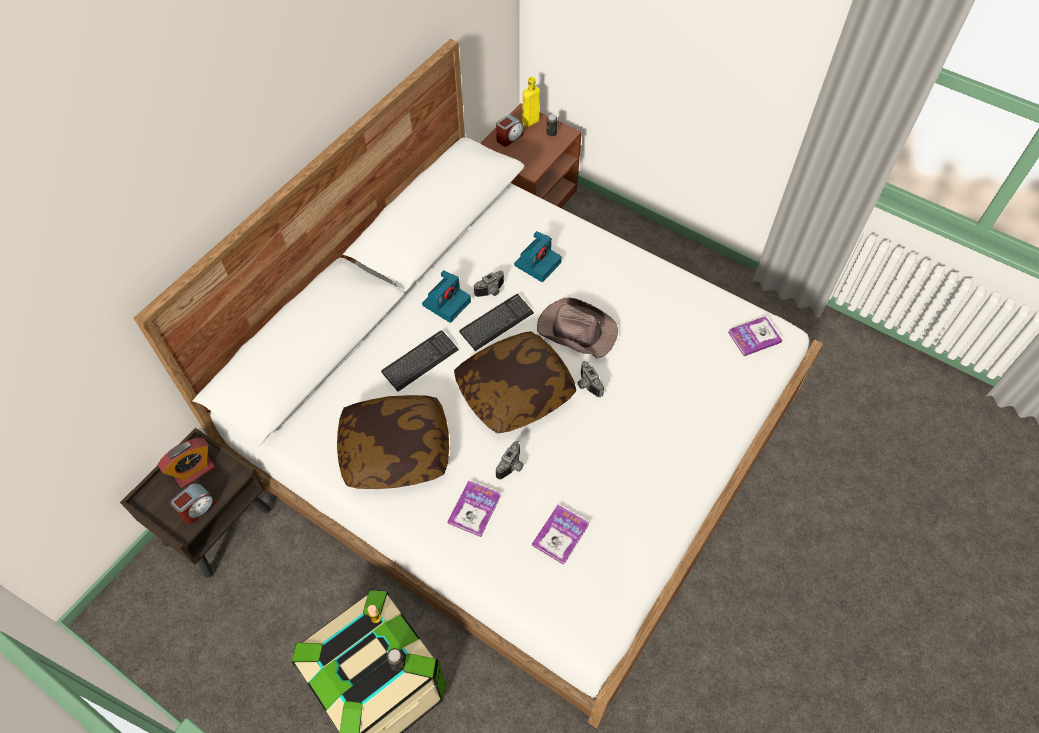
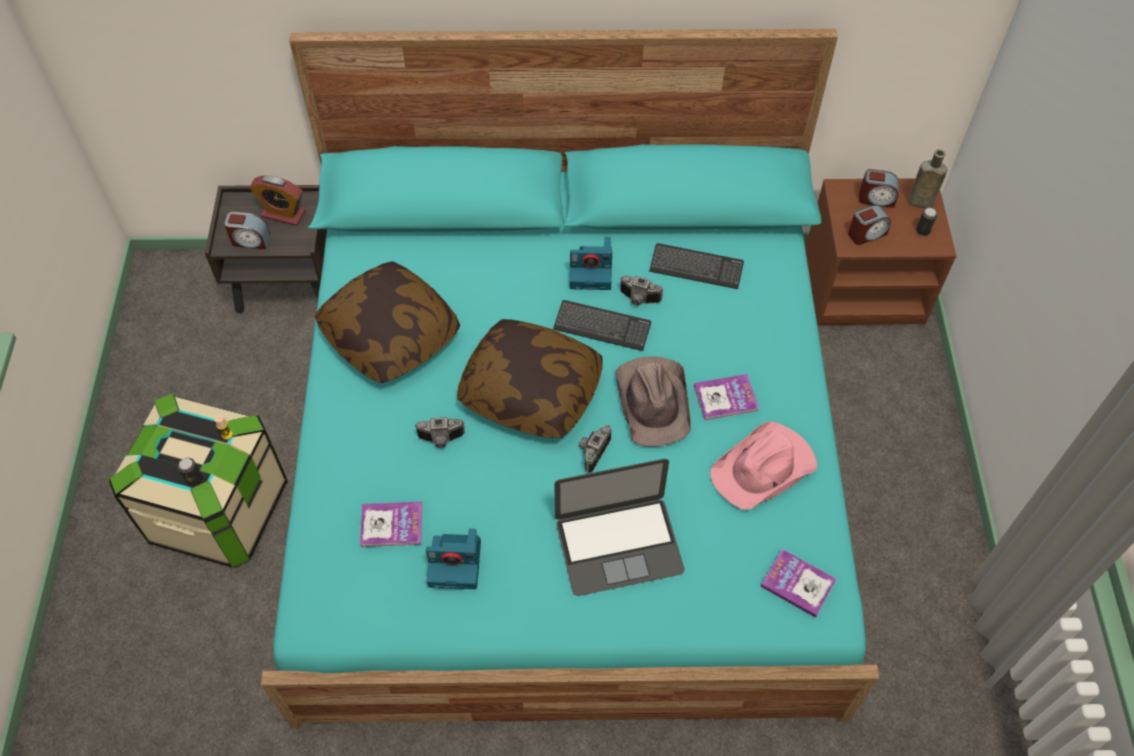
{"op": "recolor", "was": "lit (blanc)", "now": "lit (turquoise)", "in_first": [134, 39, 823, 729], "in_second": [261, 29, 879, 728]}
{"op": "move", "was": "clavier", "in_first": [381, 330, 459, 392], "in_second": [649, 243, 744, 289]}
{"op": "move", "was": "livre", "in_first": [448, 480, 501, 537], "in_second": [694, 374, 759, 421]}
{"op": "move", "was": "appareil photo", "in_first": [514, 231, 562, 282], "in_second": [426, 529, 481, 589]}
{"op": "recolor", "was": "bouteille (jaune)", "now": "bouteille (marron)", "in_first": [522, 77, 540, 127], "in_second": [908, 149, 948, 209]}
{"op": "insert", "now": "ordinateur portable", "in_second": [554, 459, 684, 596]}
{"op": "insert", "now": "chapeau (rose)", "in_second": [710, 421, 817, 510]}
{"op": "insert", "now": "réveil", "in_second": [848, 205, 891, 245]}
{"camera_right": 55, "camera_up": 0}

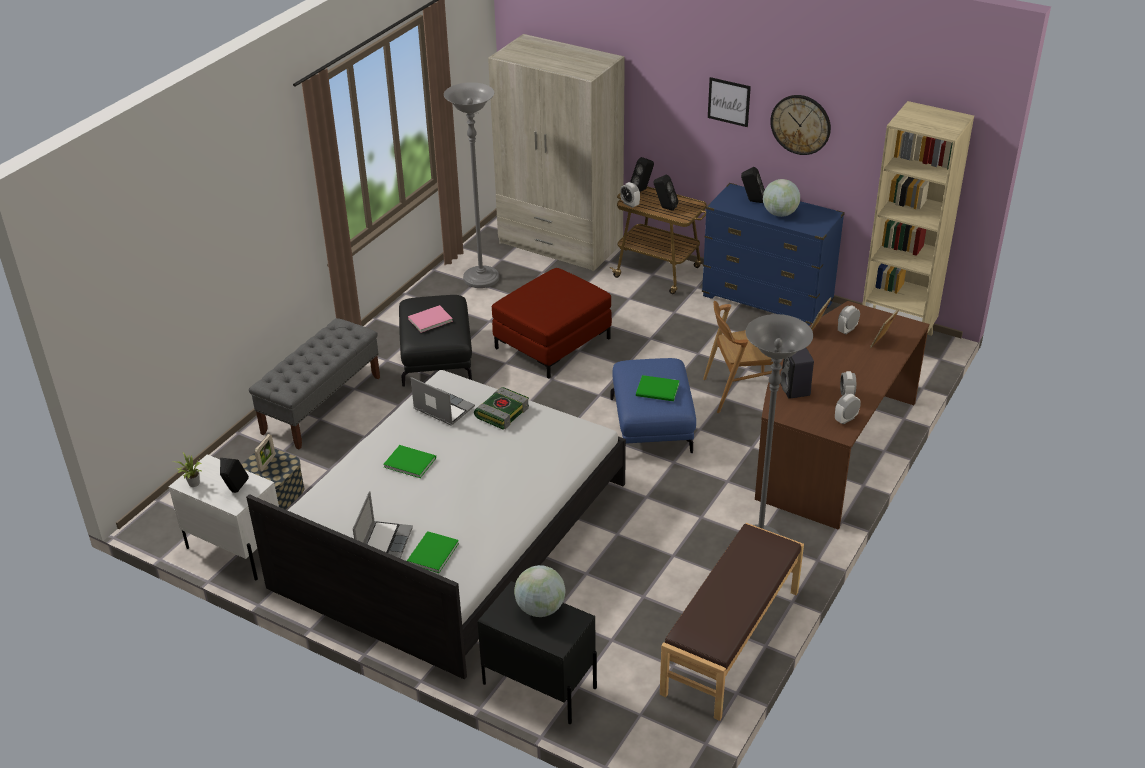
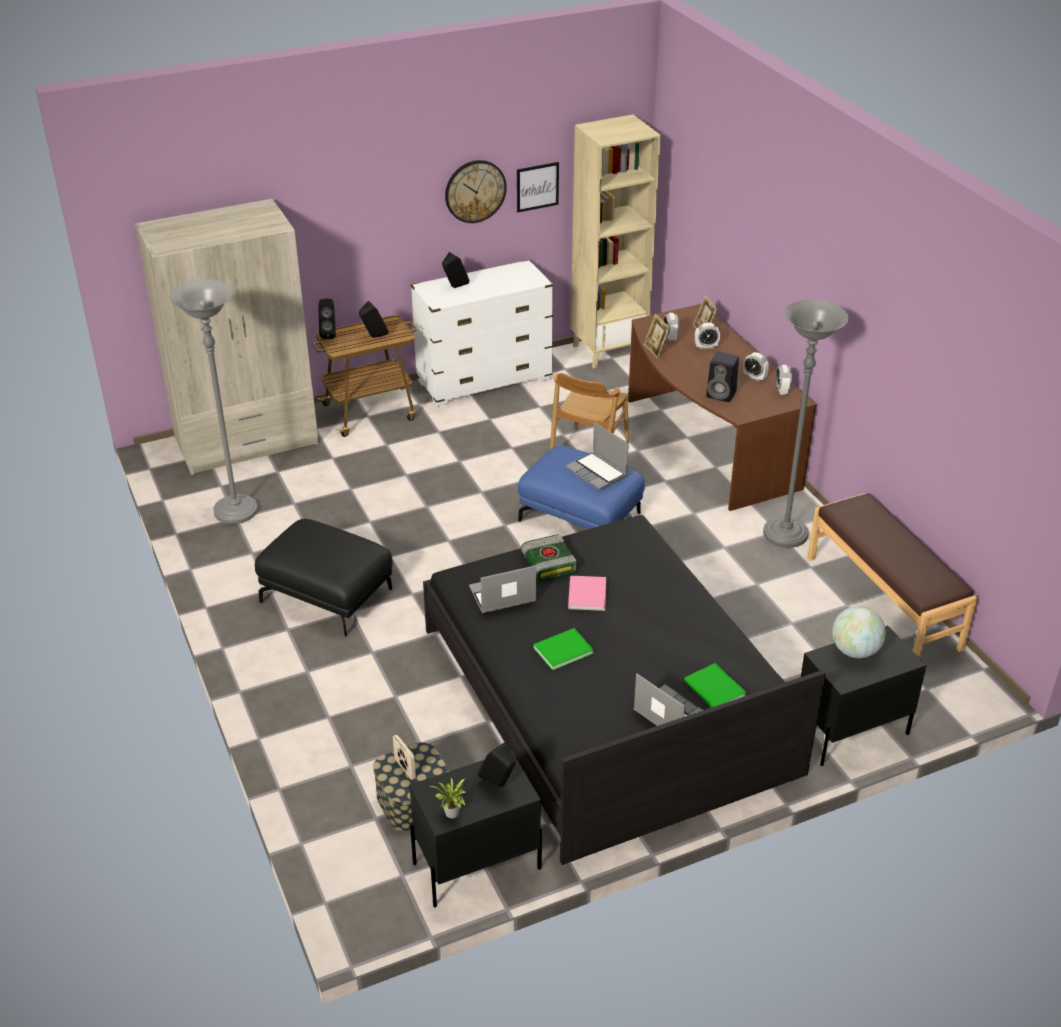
{"op": "recolor", "was": "table de chevet (blanc)", "now": "table de chevet (noir)", "in_first": [169, 454, 279, 581], "in_second": [409, 751, 542, 908]}
{"op": "recolor", "was": "lit (blanc)", "now": "lit (noir)", "in_first": [246, 370, 626, 680], "in_second": [423, 515, 826, 865]}
{"op": "delete", "was": "banc (gris)", "in_first": [249, 318, 380, 449]}
{"op": "move", "was": "livre (rose)", "in_first": [408, 305, 453, 333], "in_second": [568, 576, 606, 611]}
{"op": "delete", "was": "pouf (rouge)", "in_first": [492, 268, 612, 379]}
{"op": "move", "was": "réveil", "in_first": [620, 182, 640, 208], "in_second": [695, 323, 720, 349]}
{"op": "replace", "was": "livre (vert)", "now": "ordinateur portable", "in_first": [636, 375, 680, 401], "in_second": [566, 422, 629, 490]}
{"op": "recolor", "was": "commode (bleu)", "now": "commode (blanc)", "in_first": [702, 183, 845, 325], "in_second": [411, 259, 554, 407]}
{"op": "move", "was": "tableau", "in_first": [708, 77, 751, 127], "in_second": [517, 162, 559, 212]}
{"op": "delete", "was": "globe", "in_first": [763, 179, 800, 217]}
{"camera_right": -55, "camera_up": 0}

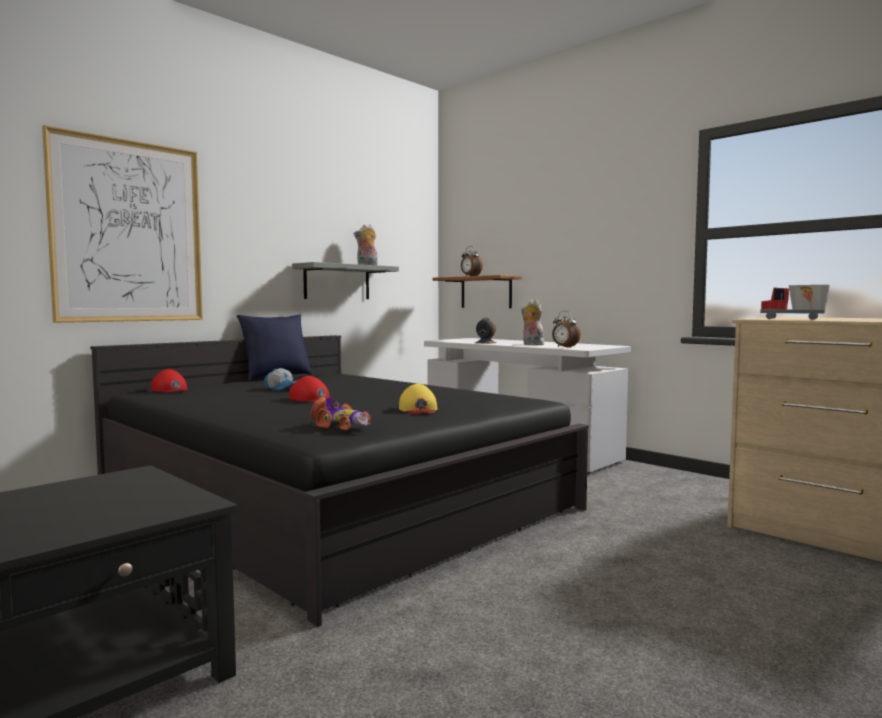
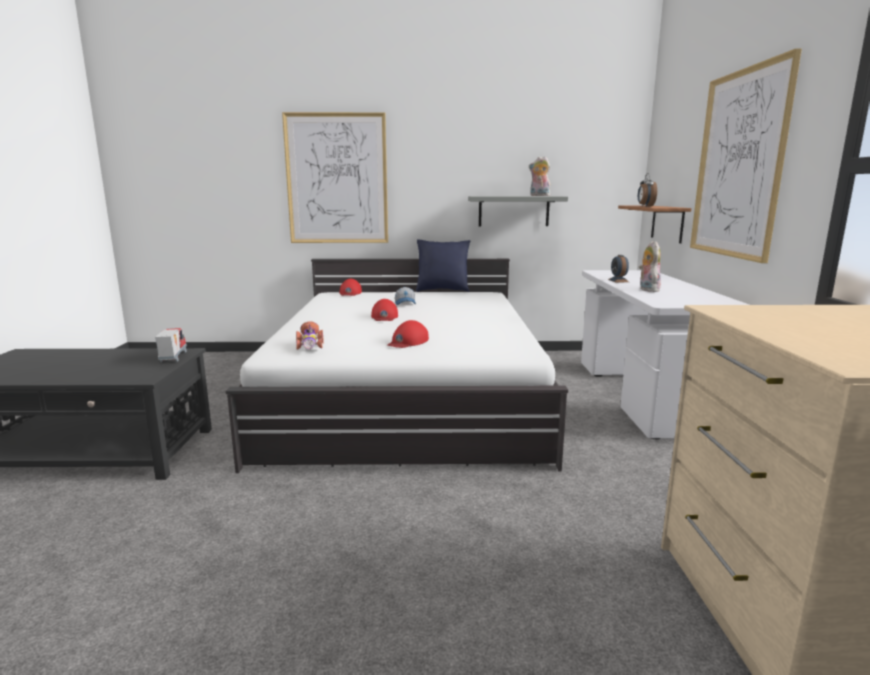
{"op": "recolor", "was": "lit (noir)", "now": "lit (blanc)", "in_first": [90, 335, 589, 627], "in_second": [226, 259, 568, 473]}
{"op": "recolor", "was": "casquette (jaune)", "now": "casquette (rouge)", "in_first": [399, 384, 437, 414], "in_second": [388, 320, 429, 348]}
{"op": "delete", "was": "réveil", "in_first": [552, 311, 581, 348]}
{"op": "move", "was": "camion jouet", "in_first": [760, 285, 830, 320], "in_second": [155, 328, 187, 363]}
{"op": "insert", "now": "tableau", "in_second": [690, 48, 802, 263]}
{"camera_right": 45, "camera_up": 10}

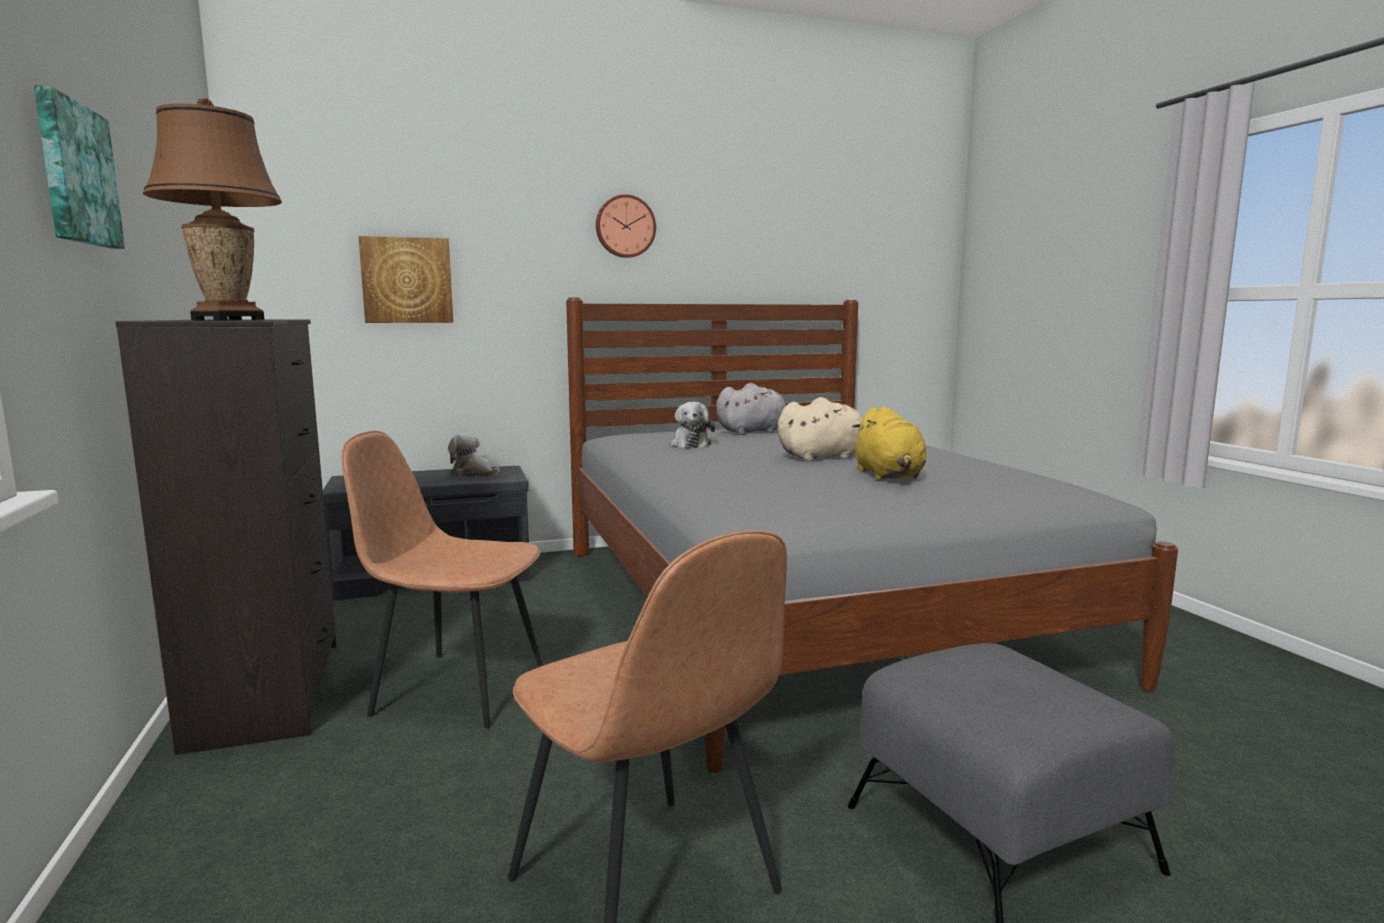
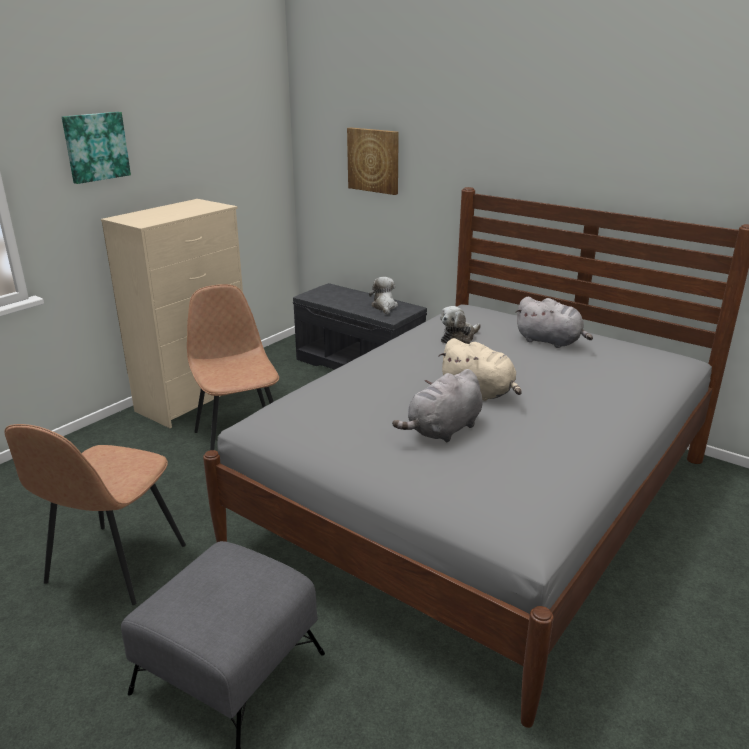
{"op": "recolor", "was": "commode (noir)", "now": "commode (beige)", "in_first": [115, 319, 337, 755], "in_second": [101, 199, 243, 428]}
{"op": "delete", "was": "lampe de table (marron)", "in_first": [143, 98, 282, 320]}
{"op": "delete", "was": "horloge murale", "in_first": [596, 194, 656, 258]}
{"op": "recolor", "was": "peluche (jaune)", "now": "peluche (gris)", "in_first": [852, 407, 926, 480], "in_second": [392, 369, 482, 443]}
{"camera_right": 55, "camera_up": 15}

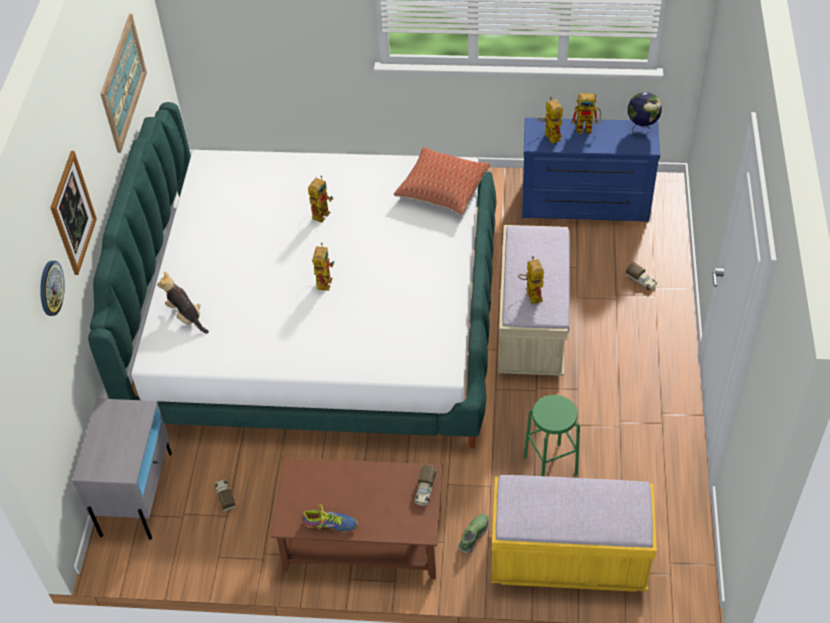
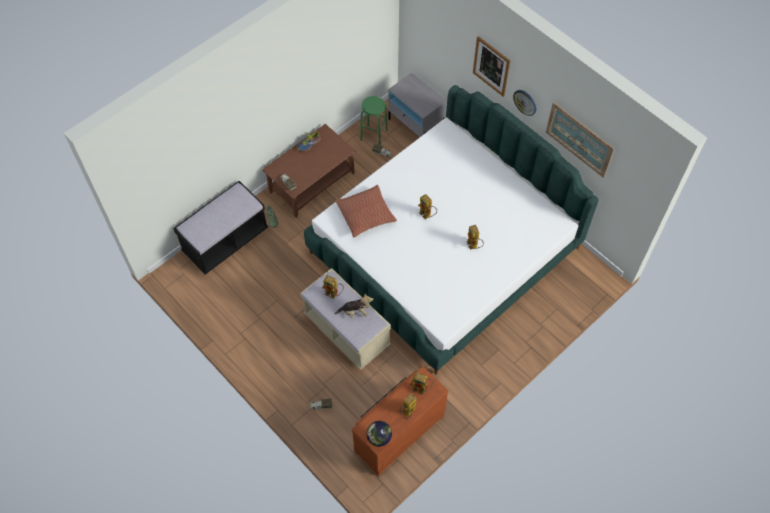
{"op": "move", "was": "horloge murale", "in_first": [40, 261, 65, 316], "in_second": [513, 90, 536, 116]}
{"op": "move", "was": "peluche", "in_first": [157, 272, 209, 334], "in_second": [335, 293, 373, 318]}
{"op": "move", "was": "coussin", "in_first": [394, 147, 491, 214], "in_second": [335, 185, 397, 238]}
{"op": "recolor", "was": "banc (jaune)", "now": "banc (noir)", "in_first": [491, 475, 657, 592], "in_second": [173, 181, 268, 274]}
{"op": "recolor", "was": "commode (bleu)", "now": "commode (marron)", "in_first": [522, 118, 660, 222], "in_second": [352, 366, 449, 476]}
{"op": "move", "was": "tabouret (vert)", "in_first": [523, 395, 580, 476], "in_second": [360, 96, 388, 145]}
{"camera_right": 130, "camera_up": 10}

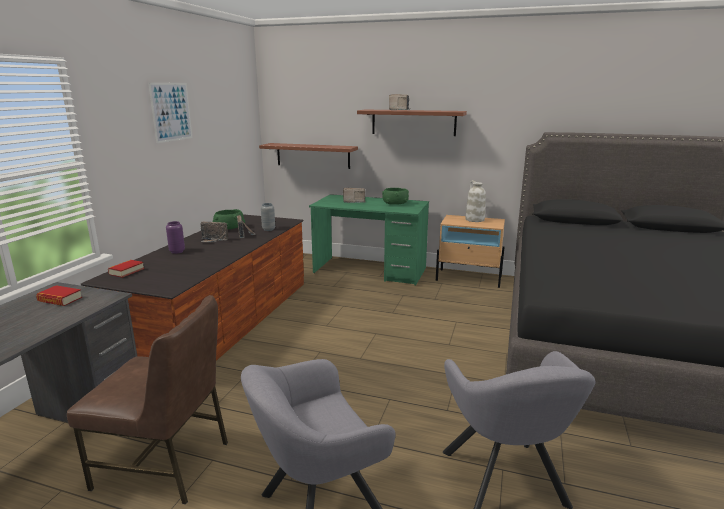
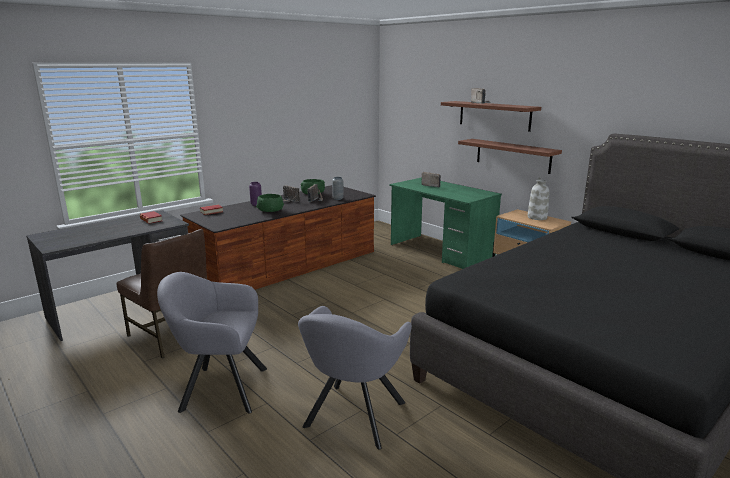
{"op": "delete", "was": "tableau", "in_first": [148, 83, 193, 143]}
{"op": "move", "was": "étagère", "in_first": [259, 143, 358, 169], "in_second": [458, 139, 562, 174]}
{"op": "move", "was": "bol (vert)", "in_first": [382, 188, 409, 205], "in_second": [256, 194, 284, 212]}
{"camera_right": 30, "camera_up": 0}

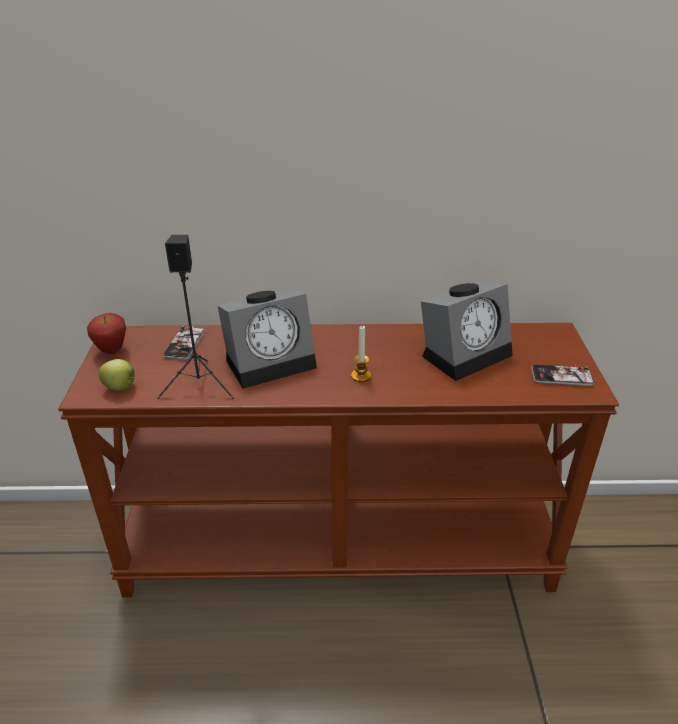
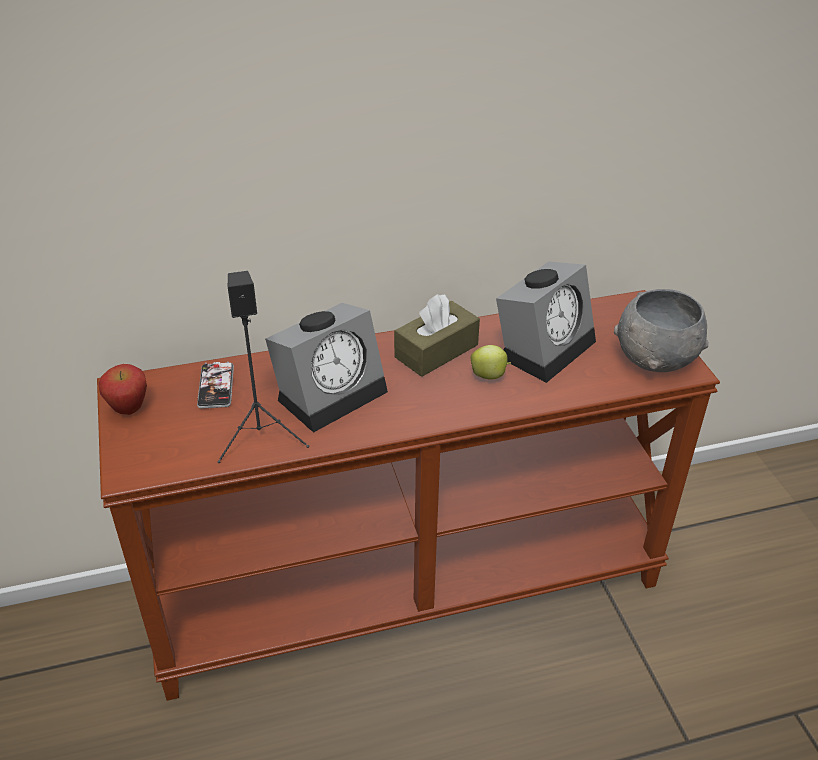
{"op": "move", "was": "pomme", "in_first": [98, 359, 135, 391], "in_second": [470, 345, 511, 380]}
{"op": "delete", "was": "bougie", "in_first": [351, 326, 371, 382]}
{"op": "replace", "was": "téléphone", "now": "bol (gris)", "in_first": [531, 365, 594, 386], "in_second": [614, 289, 709, 372]}
{"op": "insert", "now": "boîte à mouchoirs (marron)", "in_second": [394, 294, 480, 377]}
{"camera_right": -15, "camera_up": 5}

